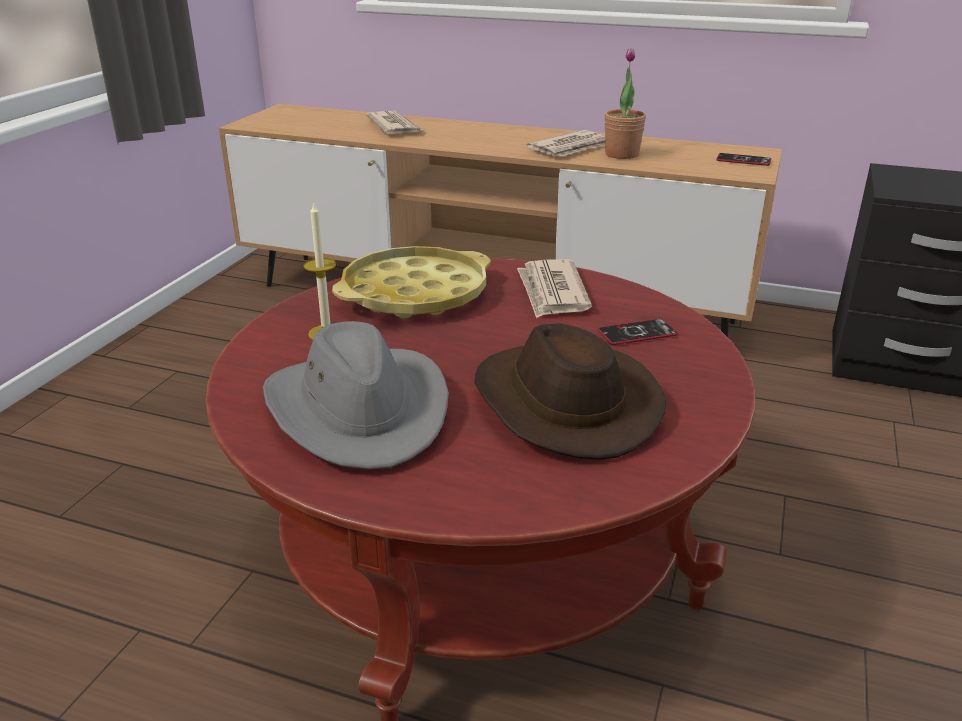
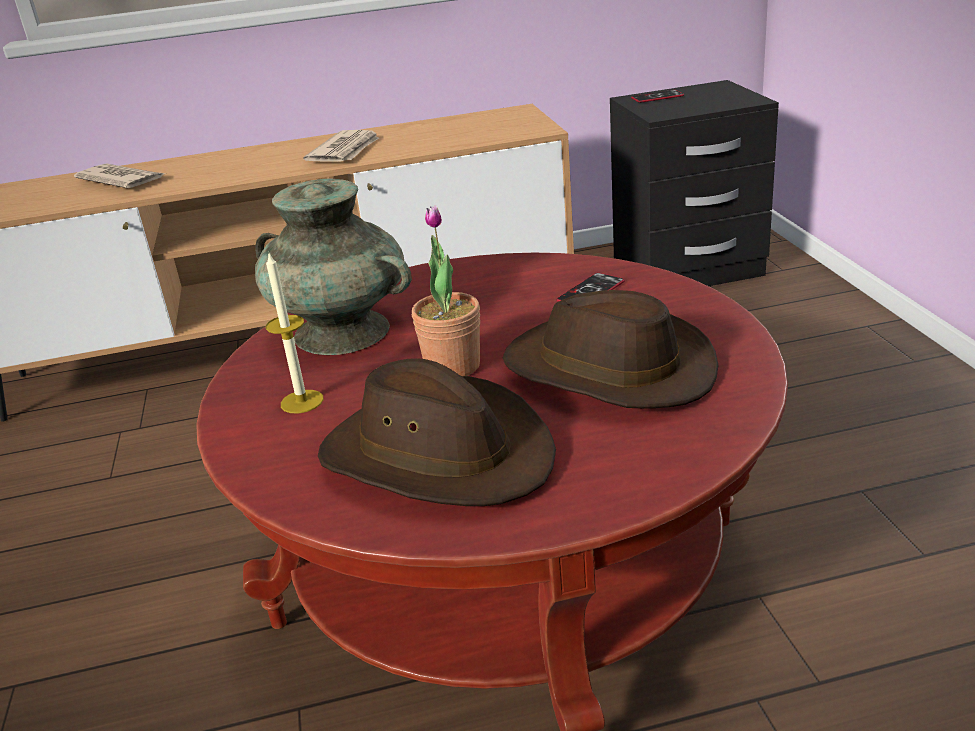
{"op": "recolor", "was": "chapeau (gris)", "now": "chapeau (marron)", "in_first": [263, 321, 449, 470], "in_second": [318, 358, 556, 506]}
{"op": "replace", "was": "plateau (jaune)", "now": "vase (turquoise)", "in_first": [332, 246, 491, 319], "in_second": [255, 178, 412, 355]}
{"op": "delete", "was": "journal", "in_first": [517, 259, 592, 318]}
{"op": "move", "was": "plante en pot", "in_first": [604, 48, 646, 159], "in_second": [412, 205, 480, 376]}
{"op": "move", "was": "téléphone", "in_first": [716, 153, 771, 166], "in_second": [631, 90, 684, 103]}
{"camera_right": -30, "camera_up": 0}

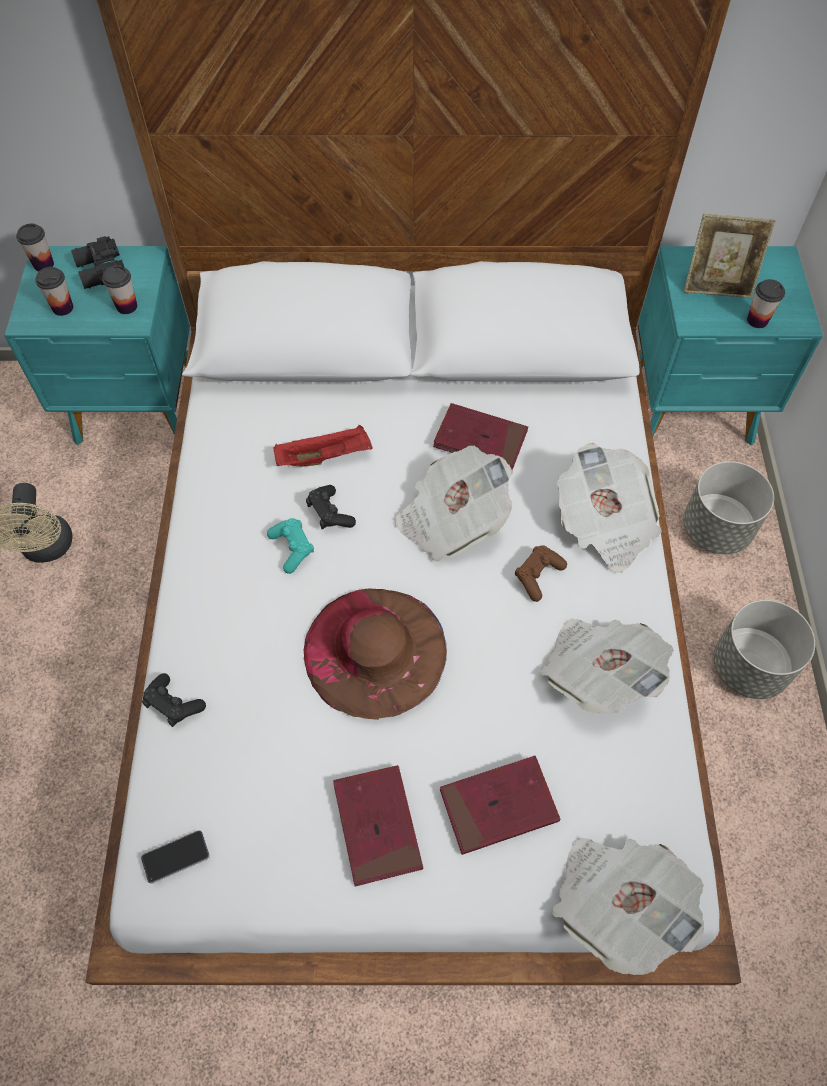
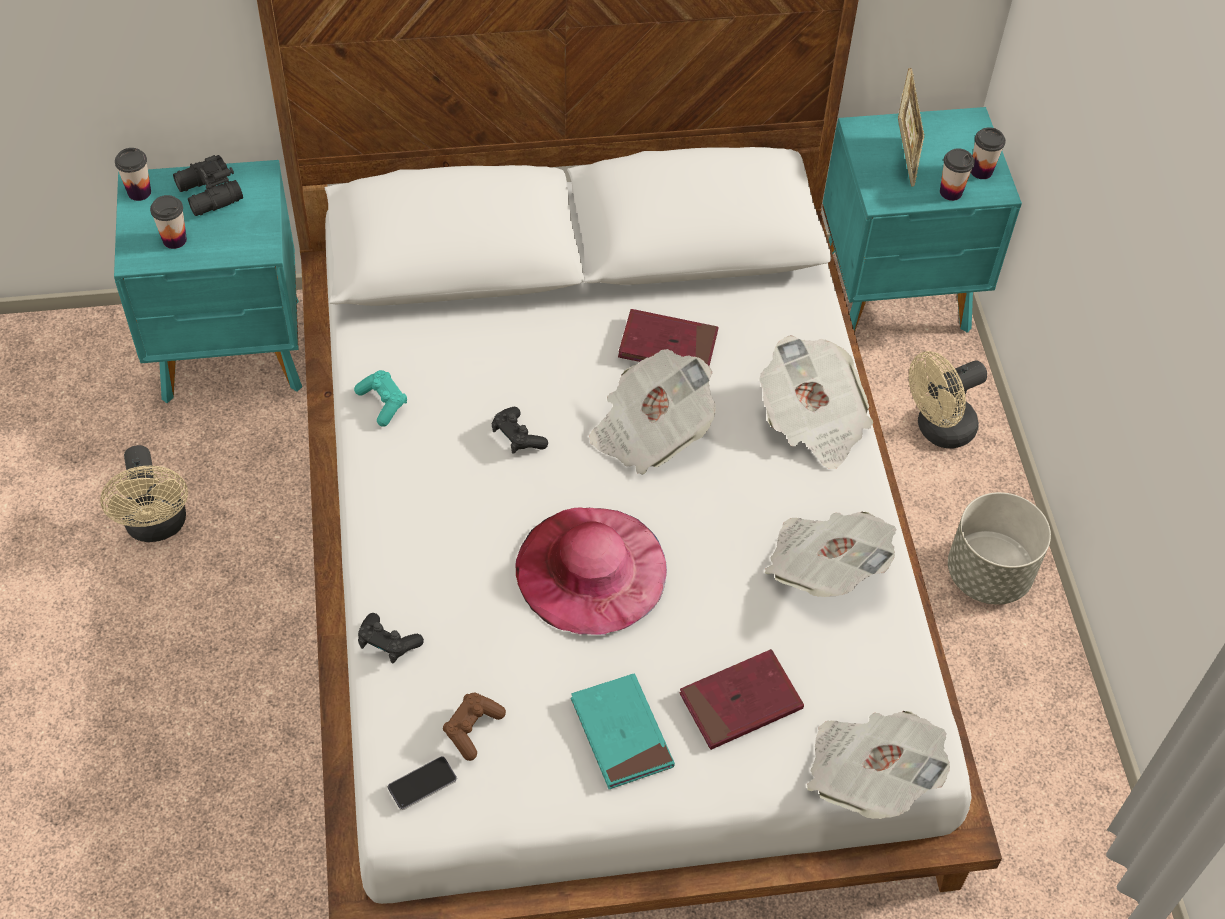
{"op": "move", "was": "tasse", "in_first": [102, 265, 137, 314], "in_second": [971, 127, 1006, 179]}
{"op": "move", "was": "manette (turquoise)", "in_first": [267, 518, 314, 574], "in_second": [354, 370, 407, 427]}
{"op": "delete", "was": "plateau (rouge)", "in_first": [273, 425, 373, 467]}
{"op": "recolor", "was": "chapeau (marron)", "now": "chapeau (rose)", "in_first": [304, 588, 447, 720], "in_second": [516, 507, 667, 635]}
{"op": "recolor", "was": "livre (rouge)", "now": "livre (turquoise)", "in_first": [333, 765, 423, 887], "in_second": [571, 673, 675, 789]}
{"op": "move", "was": "manette (marron)", "in_first": [515, 545, 567, 602], "in_second": [443, 693, 506, 761]}
{"op": "replace", "was": "cache-pot (gris)", "now": "ventilateur (beige)", "in_first": [683, 461, 774, 554], "in_second": [909, 351, 987, 448]}
{"op": "rotate", "was": "cadre photo", "in_first": [684, 214, 776, 298], "in_second": [898, 68, 925, 186], "clockwise": -75}
{"camera_right": -10, "camera_up": -5}

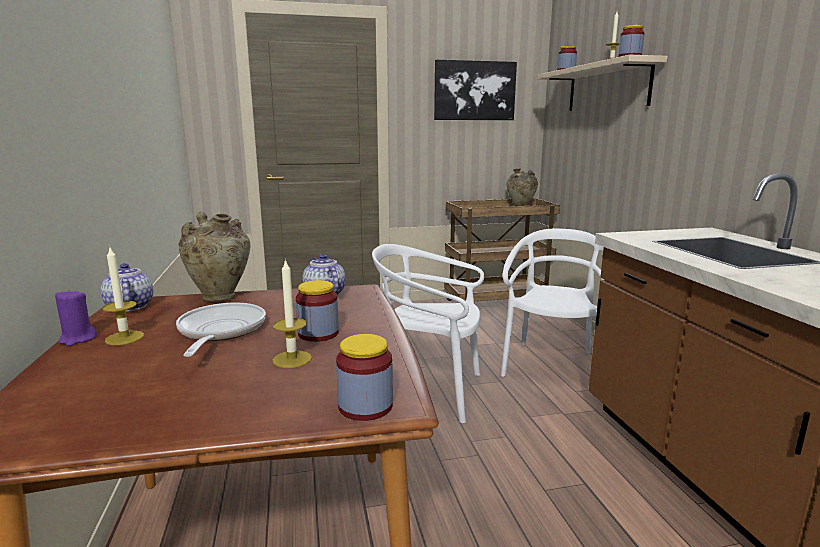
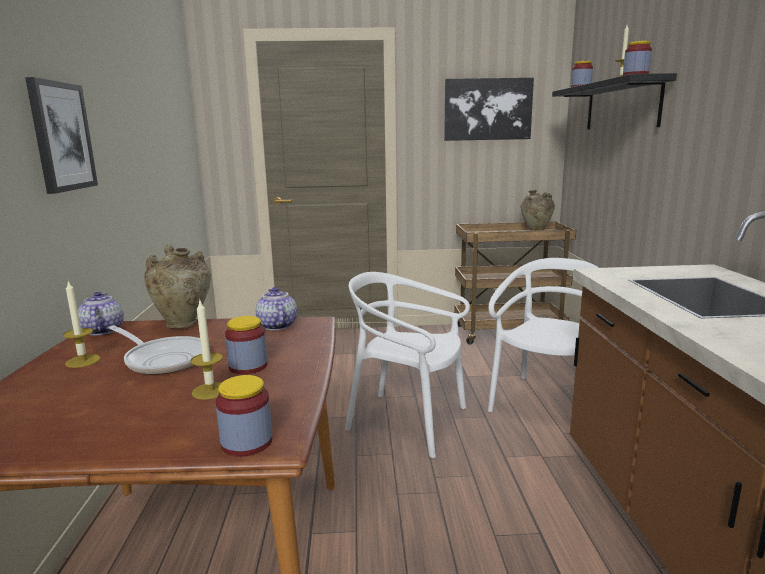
{"op": "delete", "was": "bougie (violet)", "in_first": [55, 289, 97, 346]}
{"op": "rotate", "was": "poêle", "in_first": [176, 303, 266, 357], "in_second": [109, 325, 202, 375], "clockwise": 120}
{"op": "recolor", "was": "étagère (beige)", "now": "étagère (noir)", "in_first": [537, 55, 668, 111], "in_second": [552, 73, 677, 129]}
{"op": "insert", "now": "tableau", "in_second": [25, 77, 98, 194]}
{"camera_right": 10, "camera_up": 0}

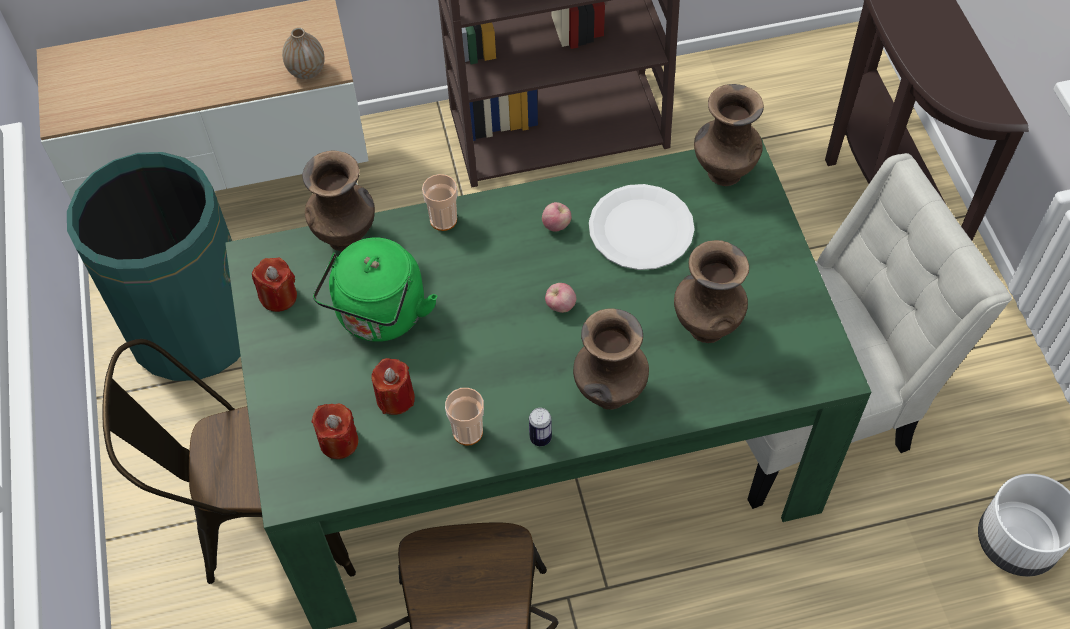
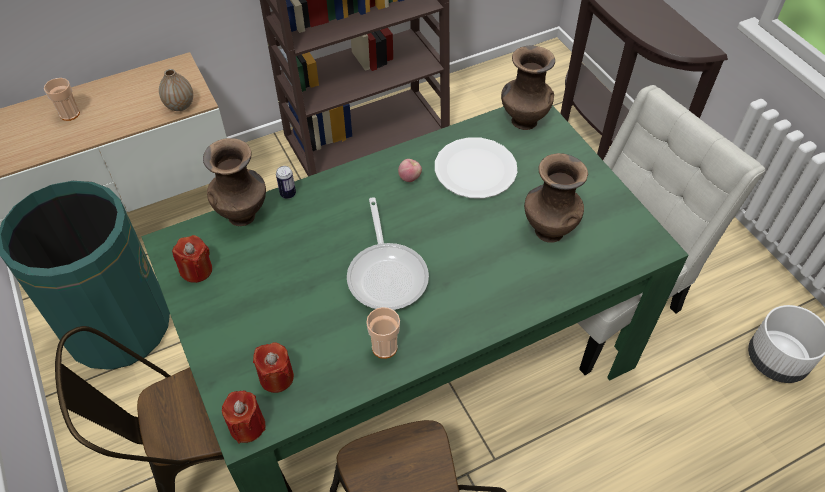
{"op": "delete", "was": "bouilloire (vert)", "in_first": [313, 238, 438, 342]}
{"op": "move", "was": "bougie (rouge)", "in_first": [371, 358, 415, 415], "in_second": [222, 391, 266, 443]}
{"op": "move", "was": "tasse", "in_first": [422, 174, 458, 231], "in_second": [44, 78, 80, 121]}
{"op": "move", "was": "boîte métallique", "in_first": [529, 408, 552, 446], "in_second": [276, 166, 296, 199]}
{"op": "delete", "was": "pomme", "in_first": [545, 283, 576, 313]}
{"op": "delete", "was": "vase (marron)", "in_first": [573, 308, 649, 409]}
{"op": "insert", "now": "poêle", "in_second": [347, 197, 429, 310]}
{"camera_right": -15, "camera_up": -5}

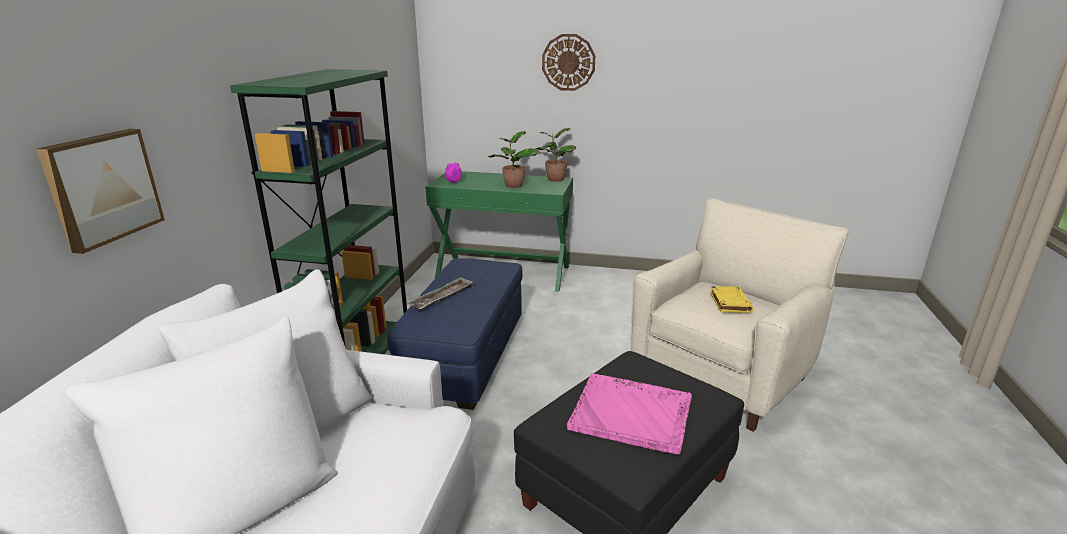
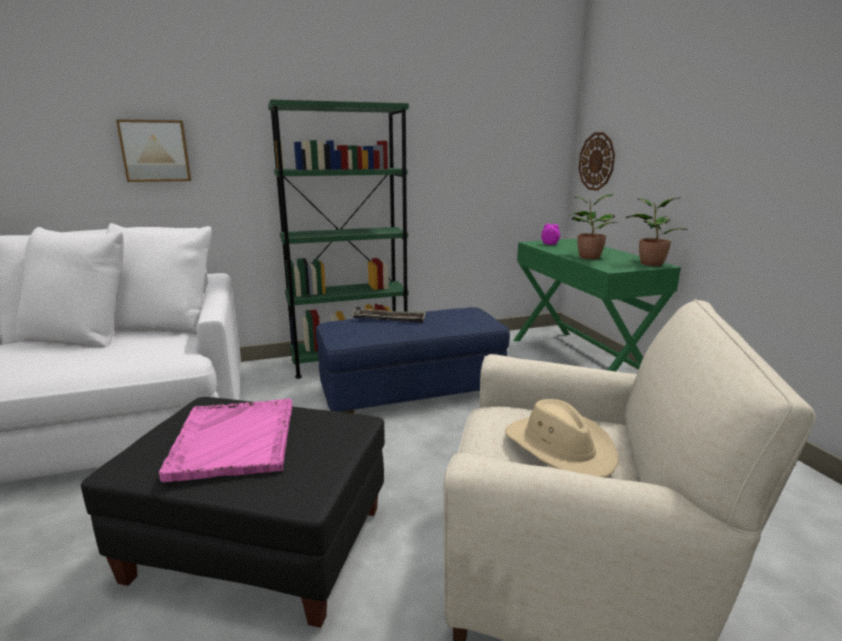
{"op": "move", "was": "horloge murale", "in_first": [542, 34, 595, 91], "in_second": [579, 132, 615, 191]}
{"op": "replace", "was": "livre (jaune)", "now": "chapeau (beige)", "in_first": [710, 286, 754, 313], "in_second": [505, 399, 618, 478]}
{"camera_right": 60, "camera_up": -5}

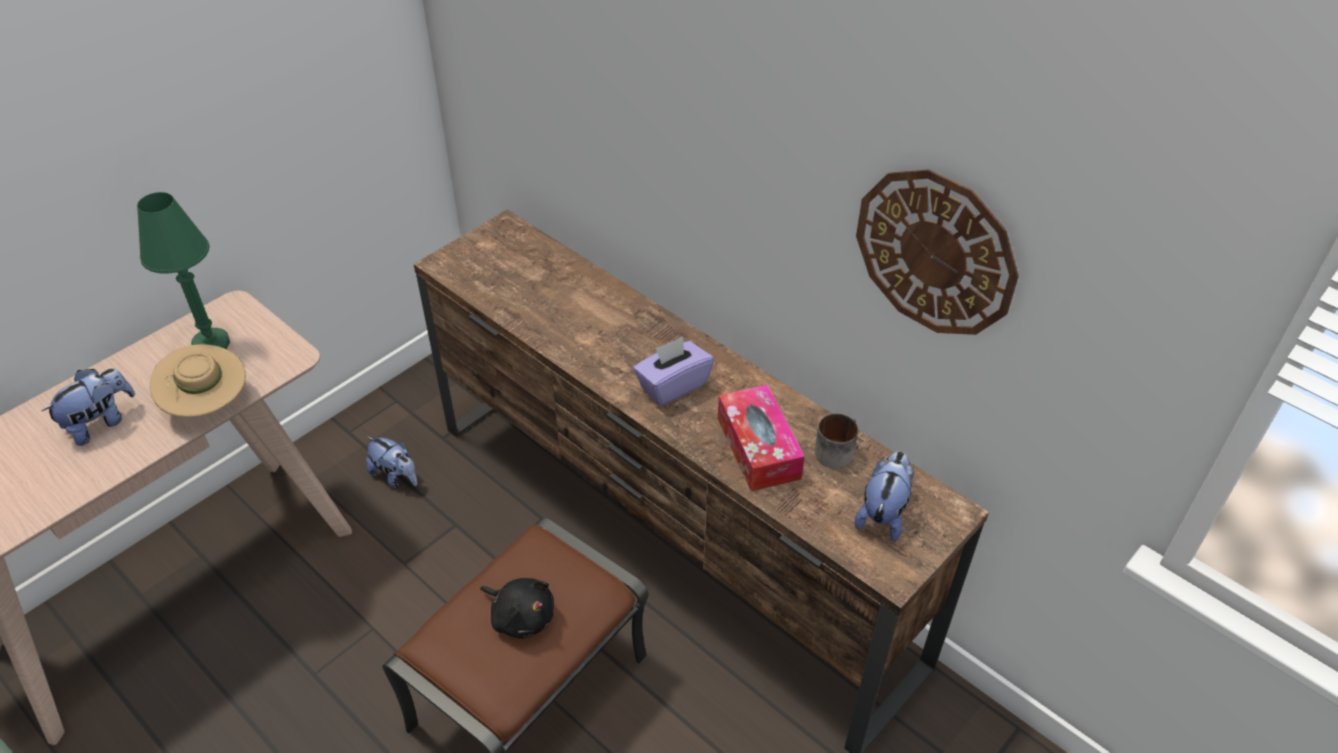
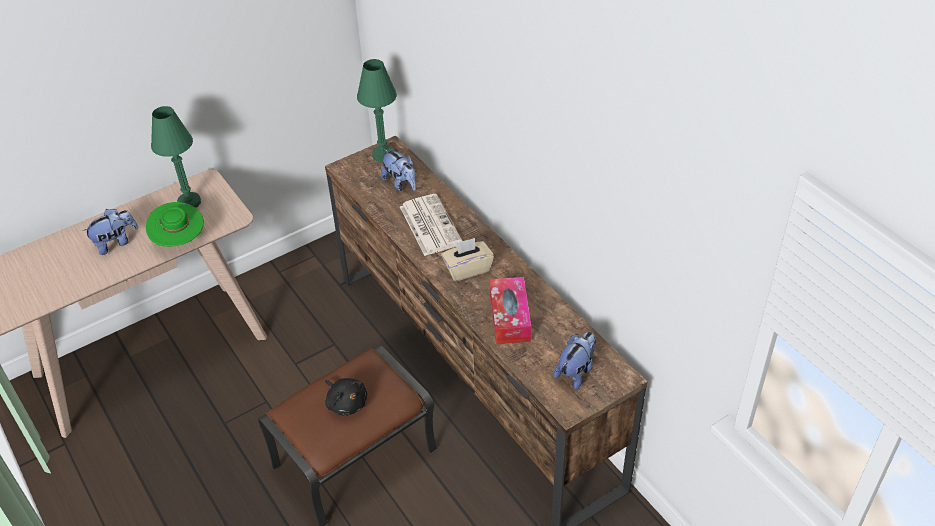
{"op": "recolor", "was": "chapeau (beige)", "now": "chapeau (vert)", "in_first": [150, 344, 246, 417], "in_second": [146, 202, 204, 247]}
{"op": "move", "was": "peluche", "in_first": [366, 436, 418, 488], "in_second": [381, 149, 416, 191]}
{"op": "recolor", "was": "boîte à mouchoirs (violet)", "now": "boîte à mouchoirs (beige)", "in_first": [633, 337, 714, 406], "in_second": [441, 238, 494, 281]}
{"op": "delete", "was": "mug", "in_first": [815, 413, 858, 468]}
{"op": "delete", "was": "horloge murale", "in_first": [856, 169, 1019, 335]}
{"op": "insert", "now": "lampe de table (vert)", "in_second": [357, 59, 397, 163]}
{"op": "insert", "now": "journal", "in_second": [400, 194, 462, 256]}
{"camera_right": 15, "camera_up": 0}

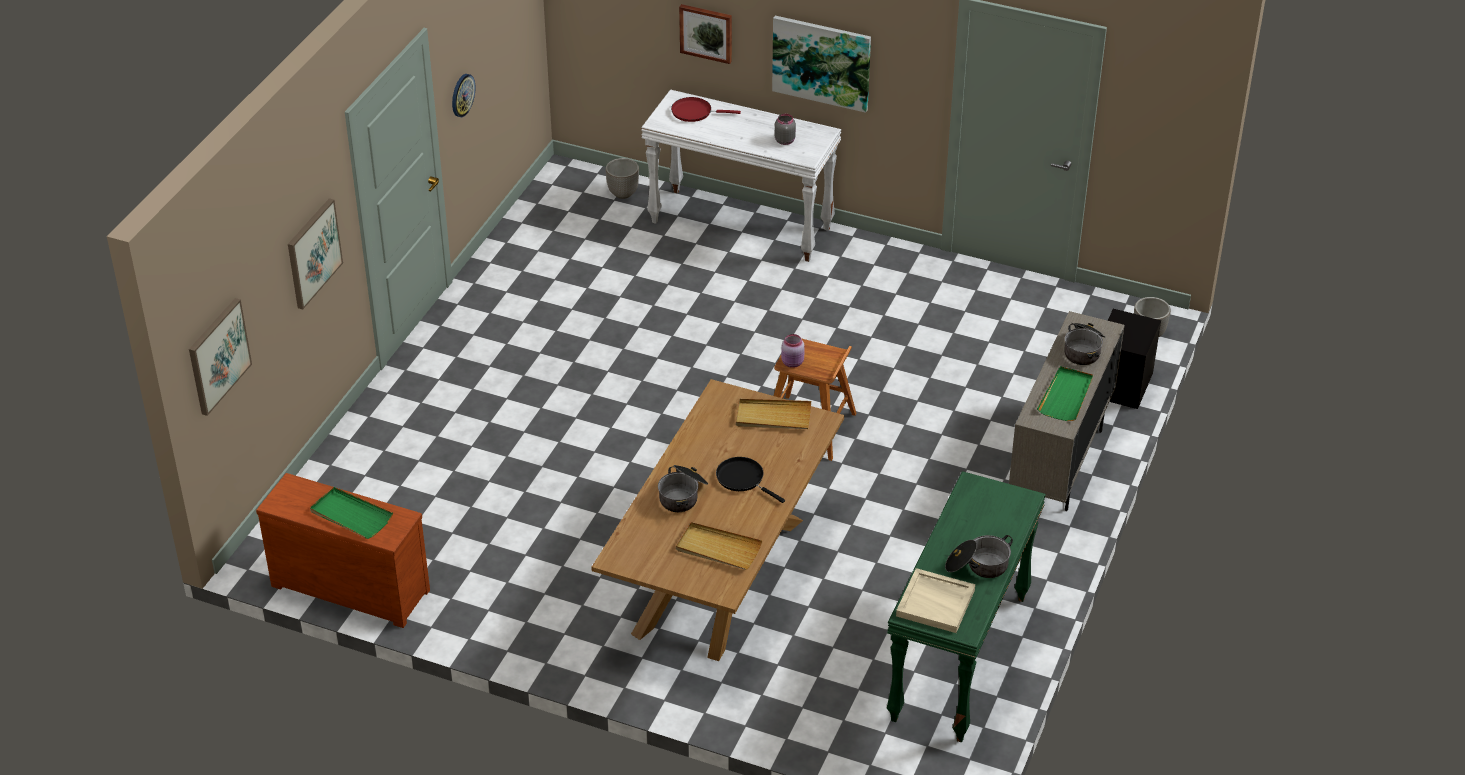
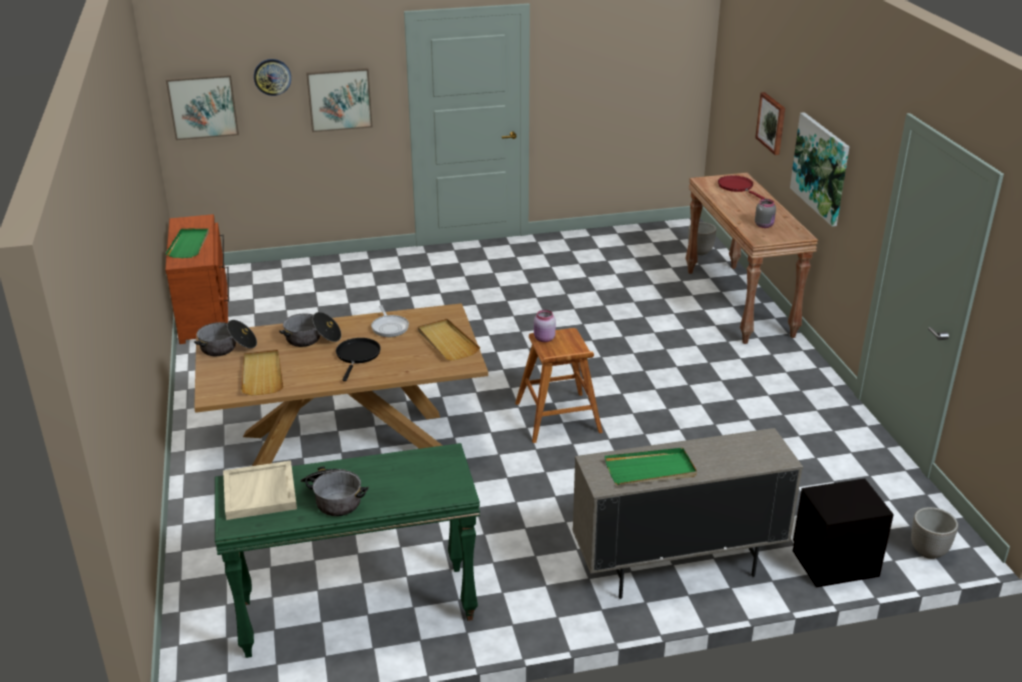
{"op": "move", "was": "horloge murale", "in_first": [452, 74, 475, 117], "in_second": [254, 59, 291, 96]}
{"op": "recolor", "was": "table console (blanc)", "now": "table console (marron)", "in_first": [641, 89, 841, 262], "in_second": [685, 173, 818, 344]}
{"op": "move", "was": "marmite", "in_first": [1064, 323, 1105, 365], "in_second": [194, 320, 257, 356]}
{"op": "insert", "now": "poêle", "in_second": [371, 305, 409, 337]}
{"camera_right": 55, "camera_up": -10}

